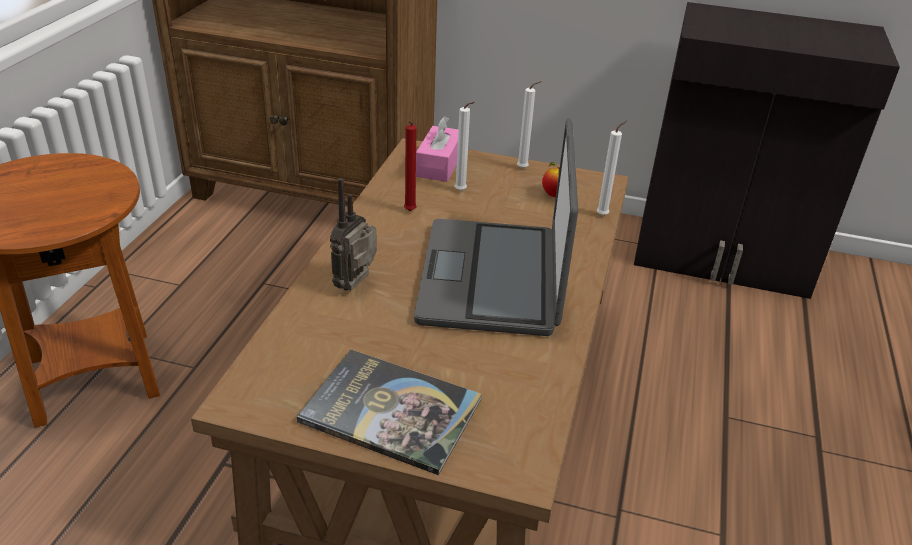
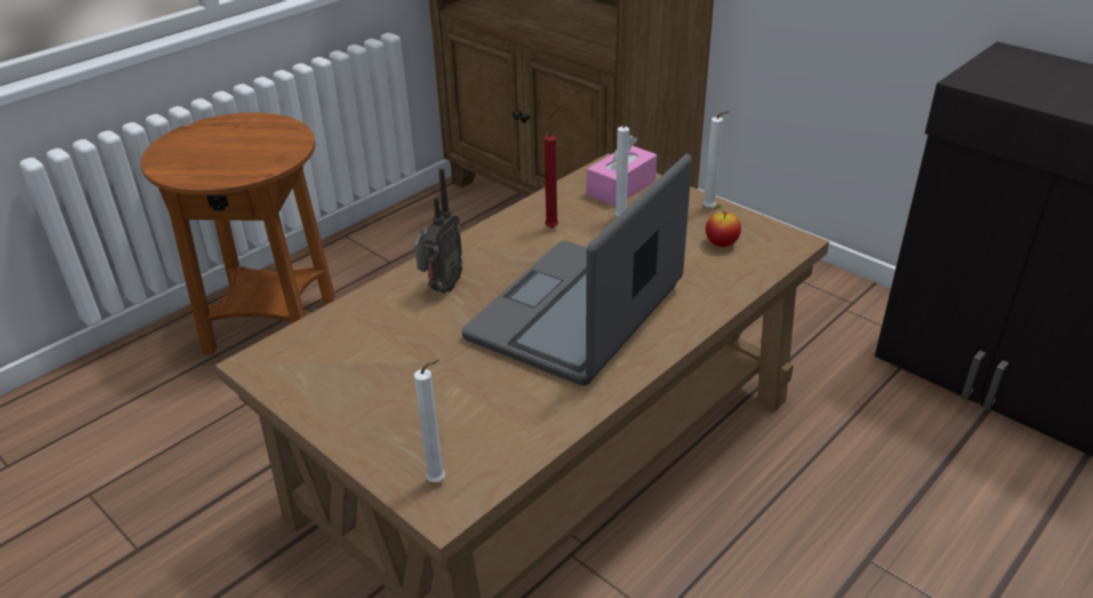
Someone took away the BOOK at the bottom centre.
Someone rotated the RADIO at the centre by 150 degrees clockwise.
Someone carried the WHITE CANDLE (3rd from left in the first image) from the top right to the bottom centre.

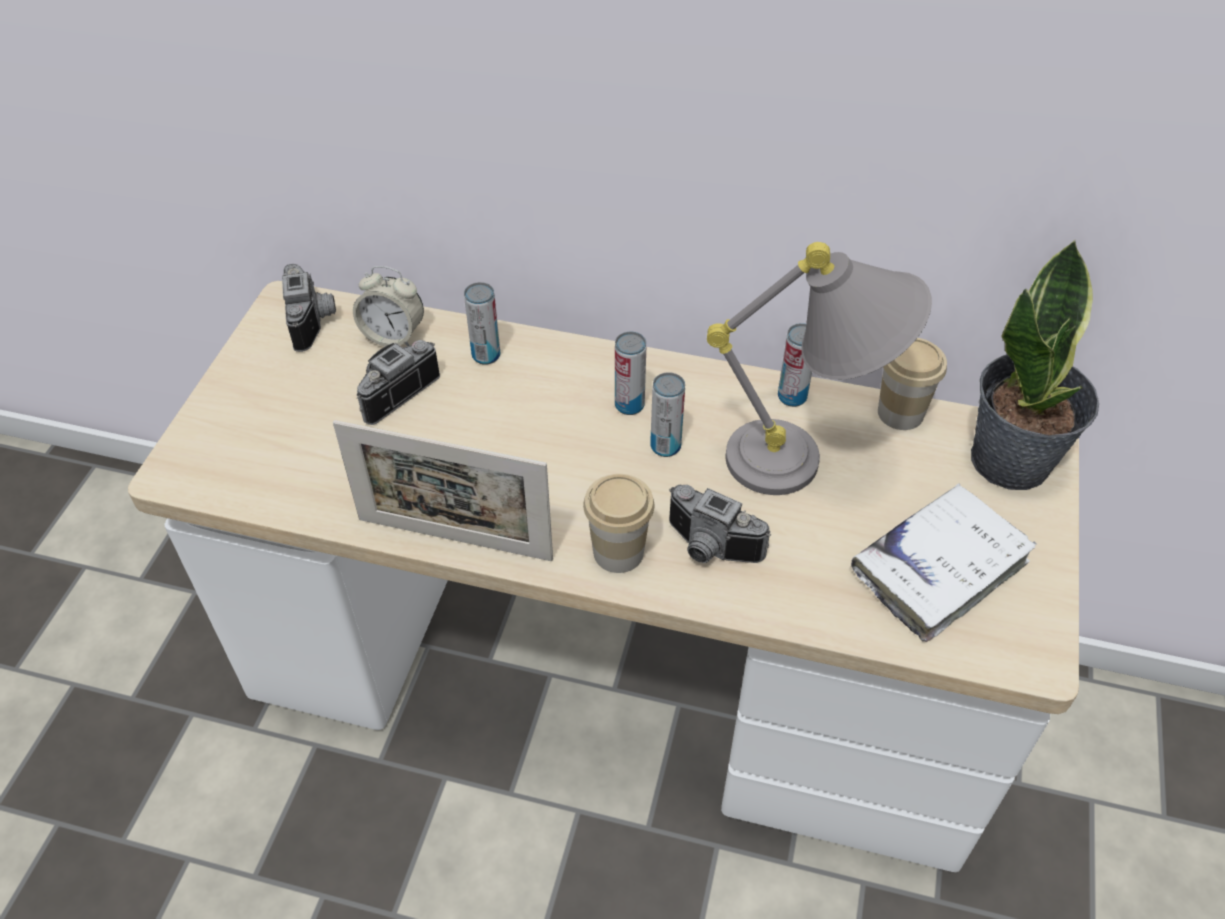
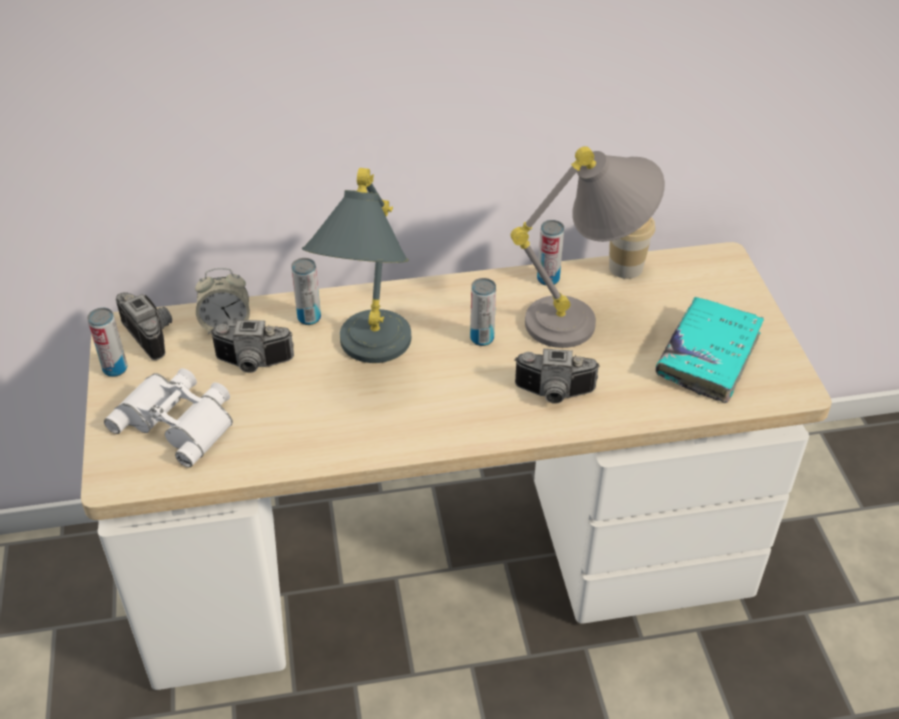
Someone took away the PICTURE FRAME at the centre.
Someone rotated the PHOTO CAMERA (2nd from left) at the middle left by 105 degrees counterclockwise.
Someone took away the CUP (1st from left) at the centre.
Someone carried the CAN (2nd from left in the first image) from the centre to the middle left.
Someone repainted the WHITE BOOK at the middle right, which became the TURQUOISE BOOK at the middle right.
Someone took away the POTTED PLANT at the middle right.
Someone put down the WHITE BINOCULARS at the middle left.
Someone put down the GREY TABLE LAMP (1st from left) at the centre.

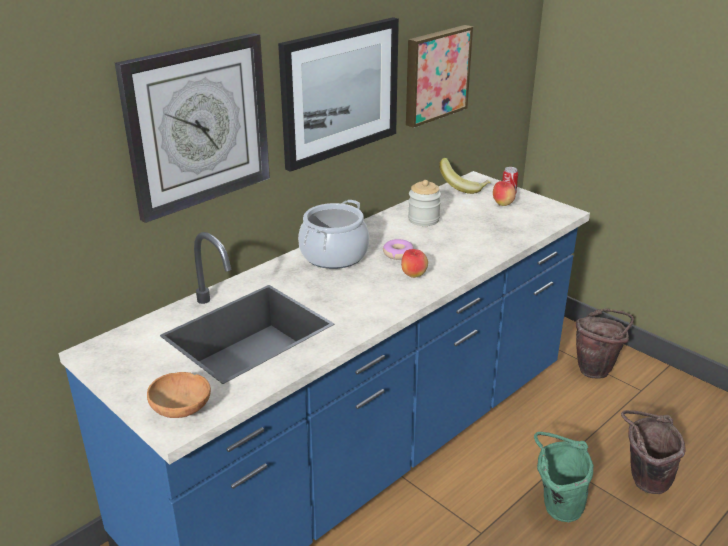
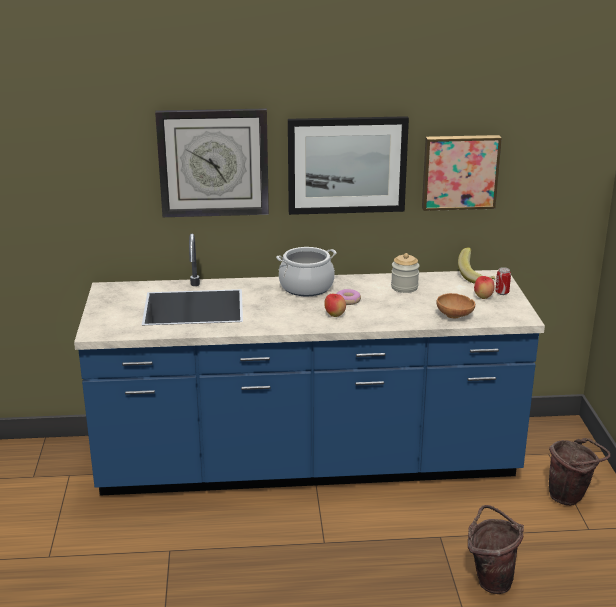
Someone carried the BROWN BOWL from the bottom left to the middle right.
Someone took away the GREEN BUCKET at the bottom right.

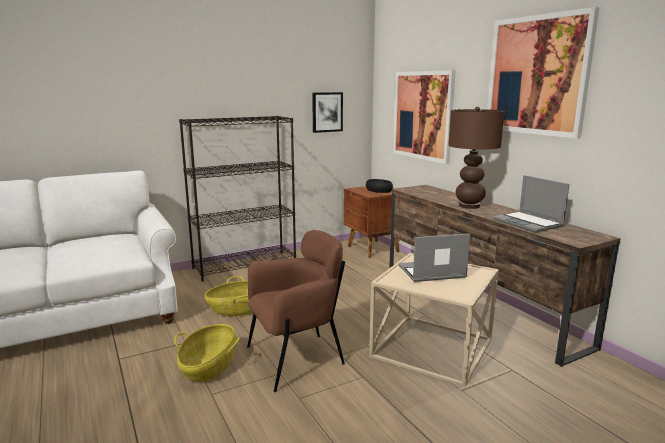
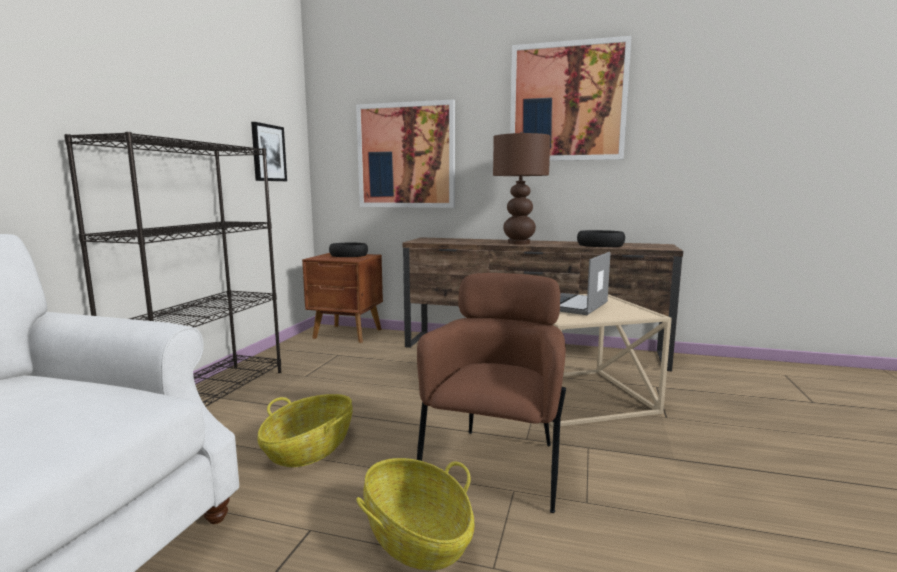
Someone swapped the LAPTOP (2nd from left) at the middle right for the BLACK BOWL (2nd from left) at the middle right.

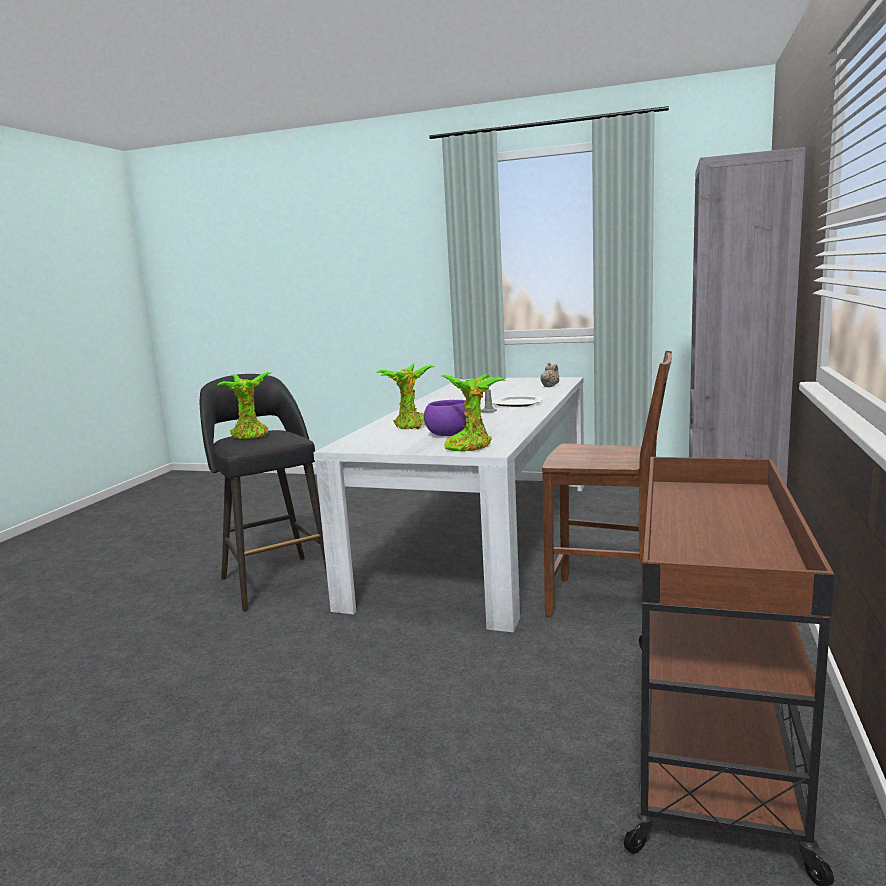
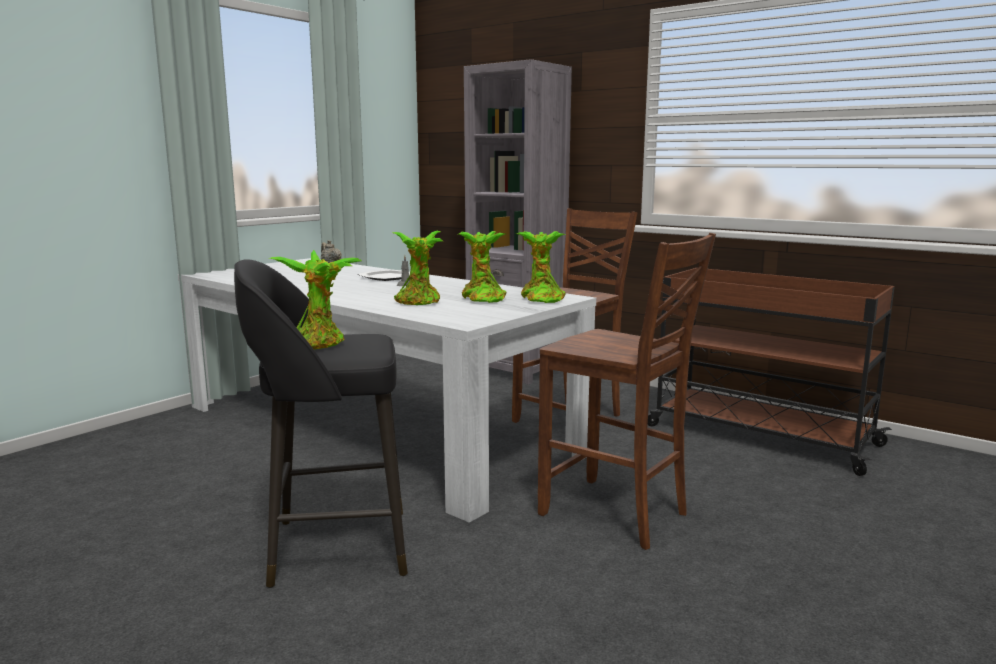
Someone swapped the PURPLE BOWL at the centre for the POTTED PLANT (3rd from left) at the centre.
Someone put down the BROWN CHAIR (2nd from left) at the centre.

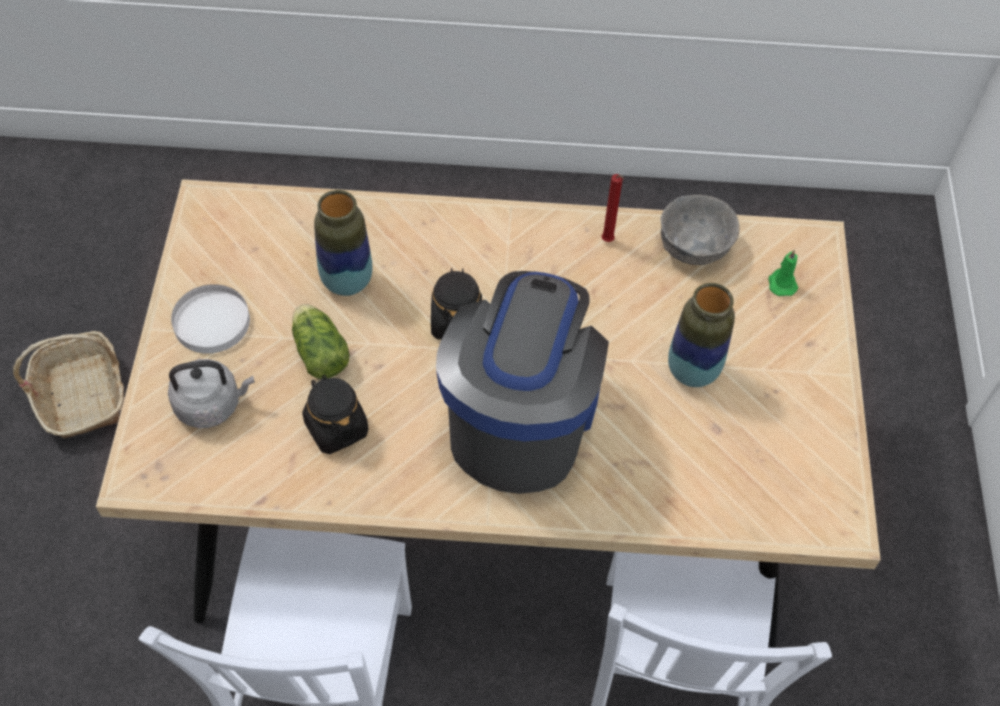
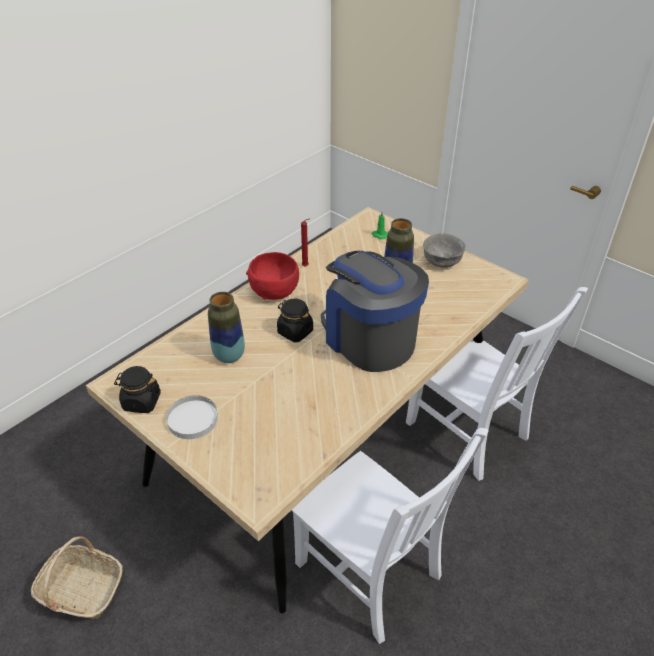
Someone took away the GREY KETTLE at the middle left.
Someone took away the LETTUCE at the middle left.
Someone carried the BLACK JAR (1st from left) from the centre to the middle left.
Someone carried the GREY BOWL from the top right to the middle right.
Someone put down the RED BOWL at the centre.

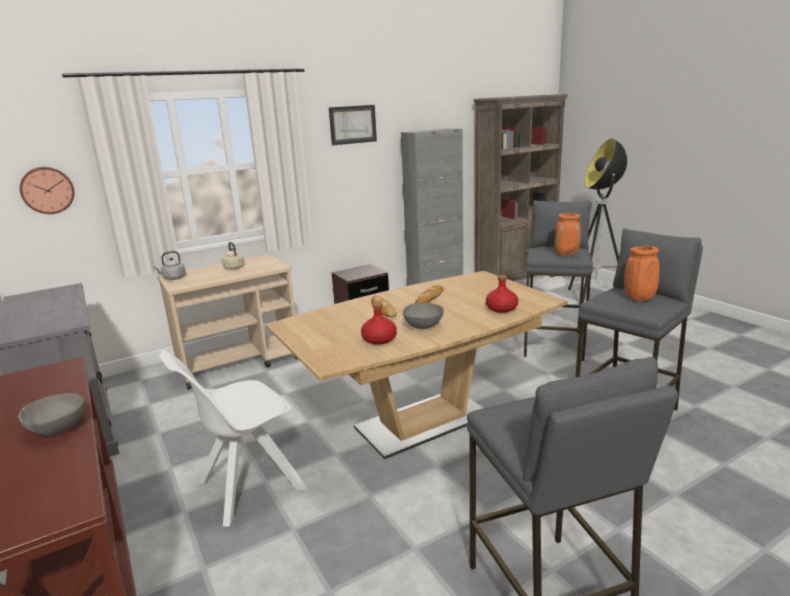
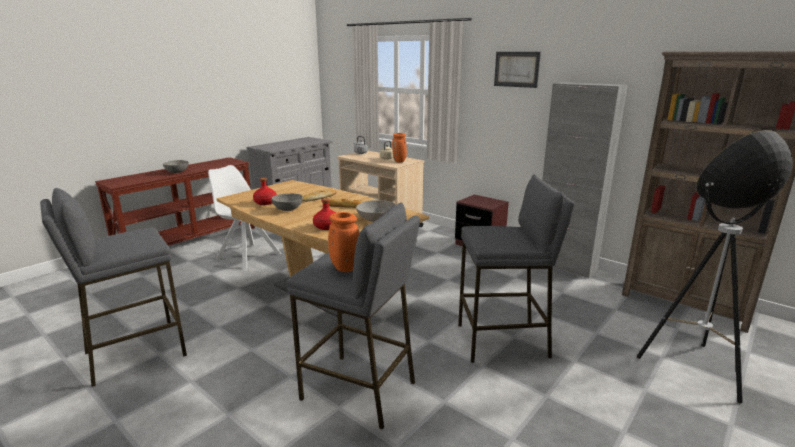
Someone took away the WALL CLOCK at the top left.
Someone carried the ORANGE VASE (1st from left in the first image) from the middle right to the top centre.
Someone put down the GREY BOWL (3rd from left) at the centre.

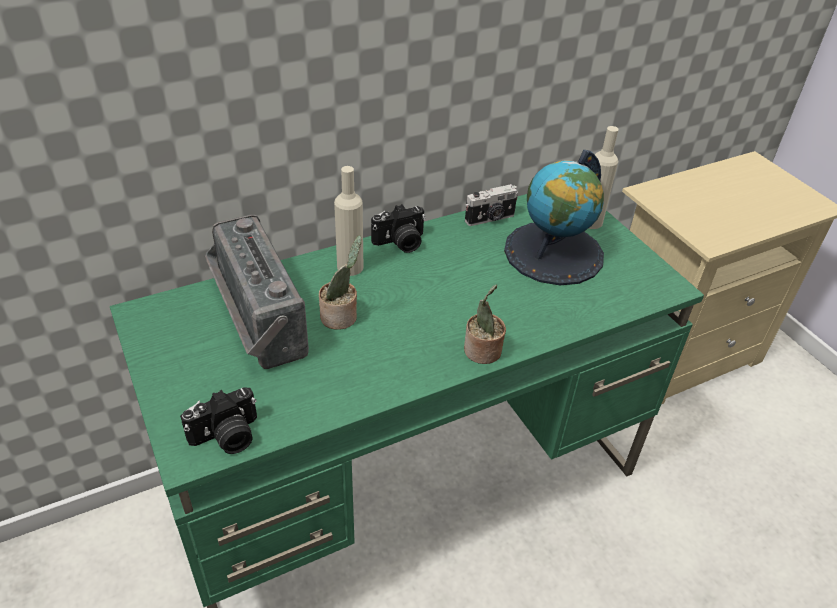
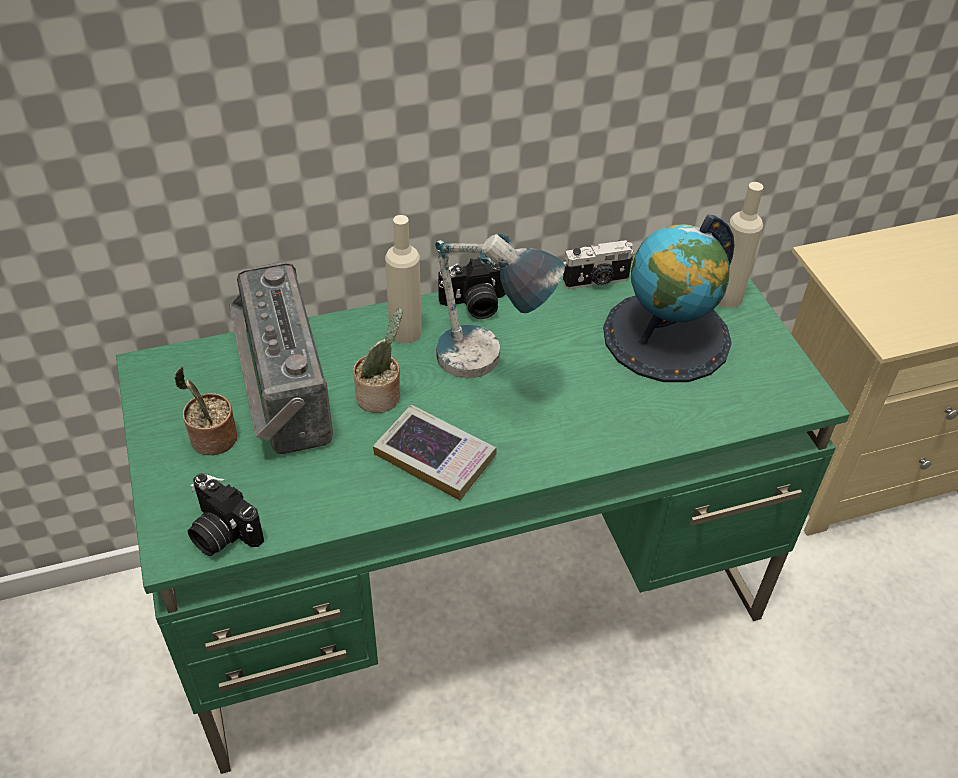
Someone rotated the PHOTO CAMERA (1st from left) at the bottom left by 60 degrees clockwise.
Someone carried the POTTED PLANT (2nd from left in the first image) from the centre to the middle left.
Someone put down the BOOK at the centre.
Someone put down the TABLE LAMP at the centre.

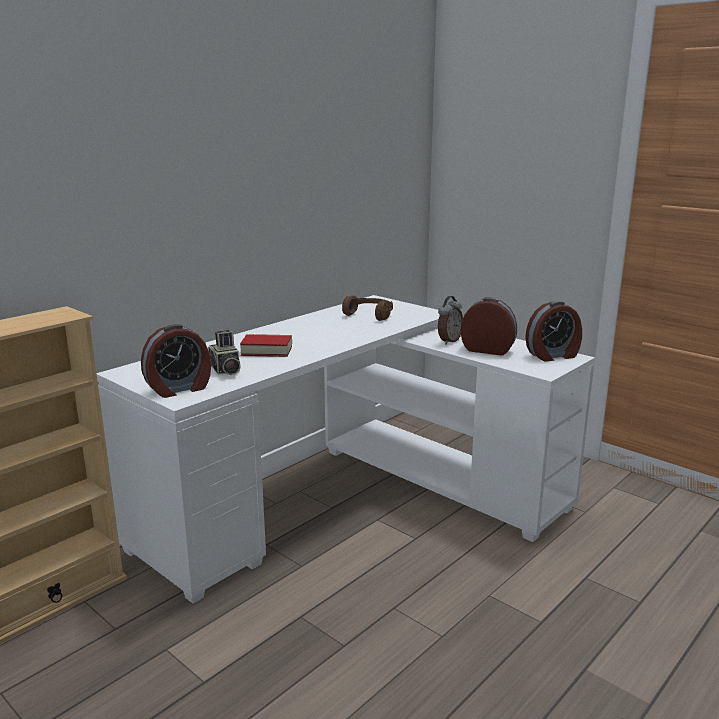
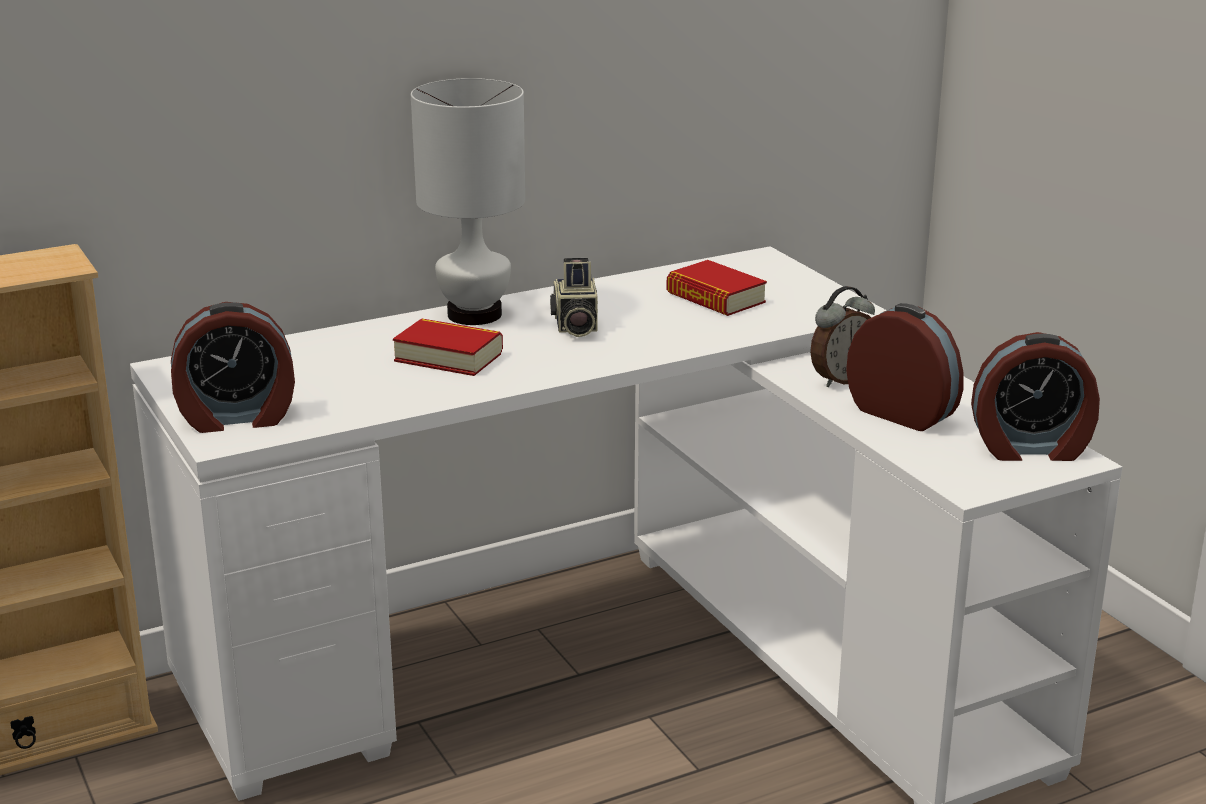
Someone carried the PHOTO CAMERA from the middle left to the centre.
Someone swapped the BROWN HEADPHONES at the centre for the BOOK (2nd from left) at the centre.
Someone put down the WHITE TABLE LAMP at the top centre.

